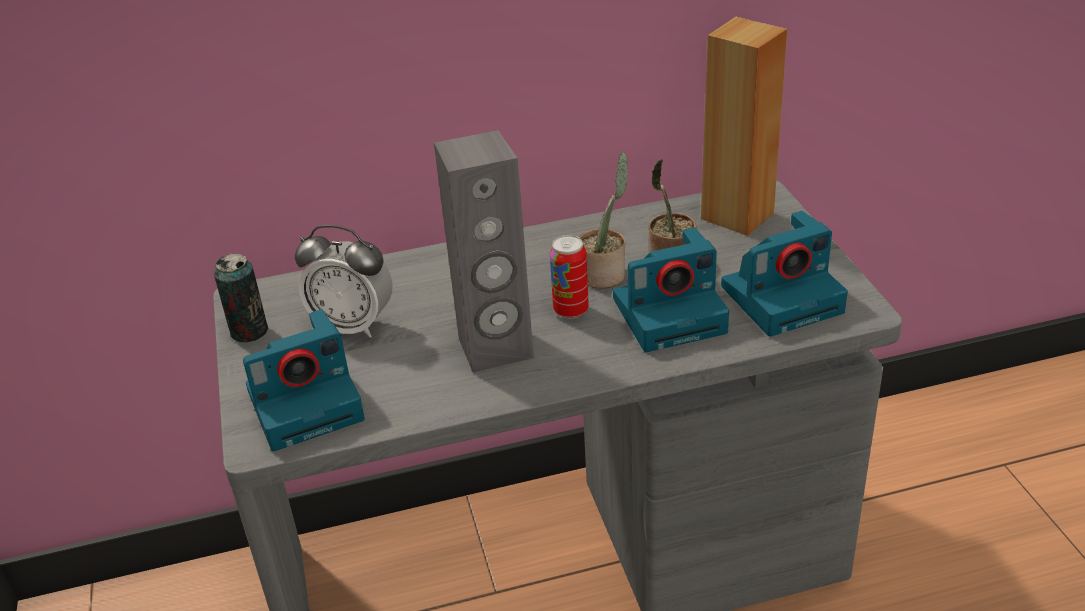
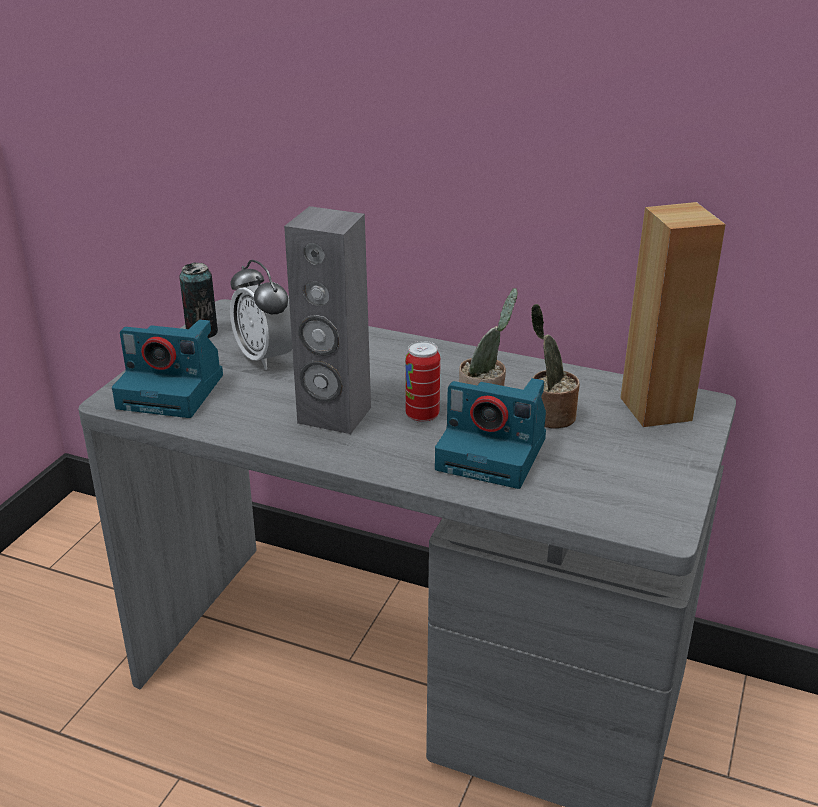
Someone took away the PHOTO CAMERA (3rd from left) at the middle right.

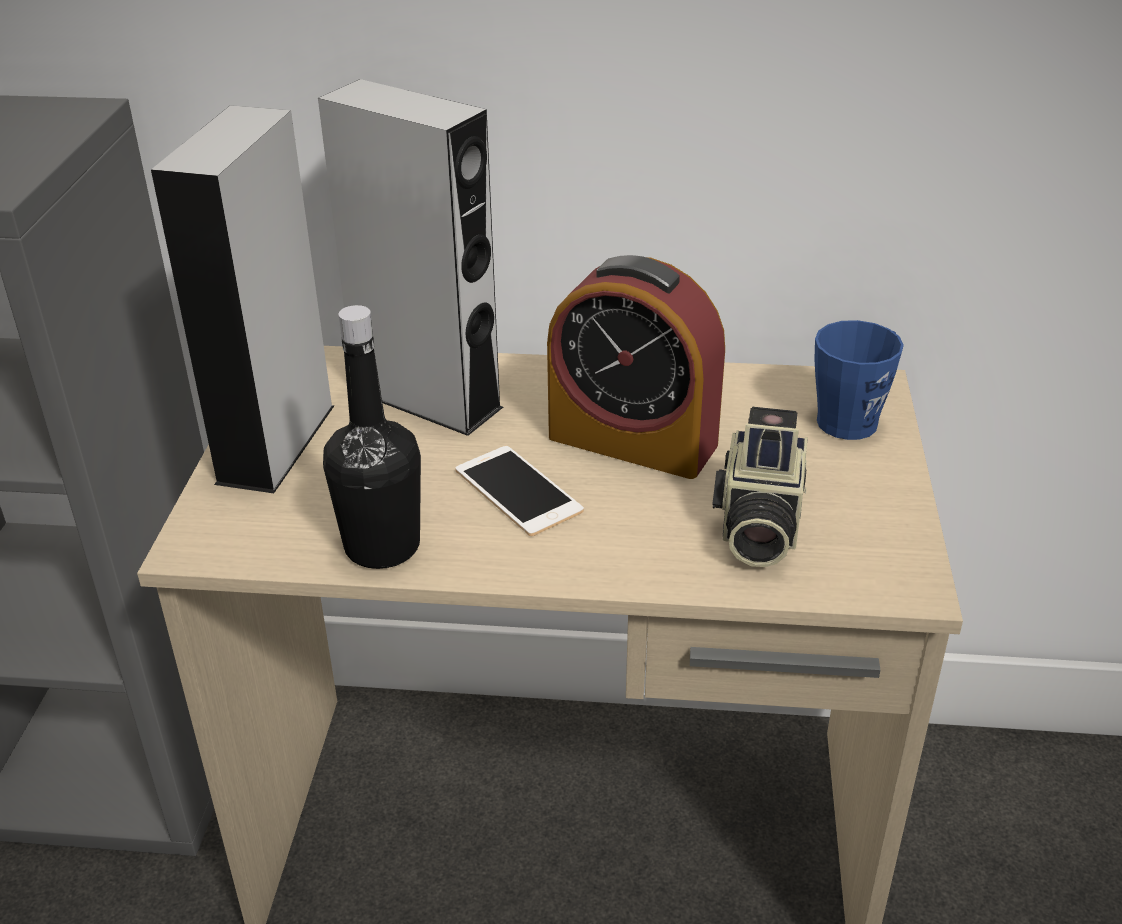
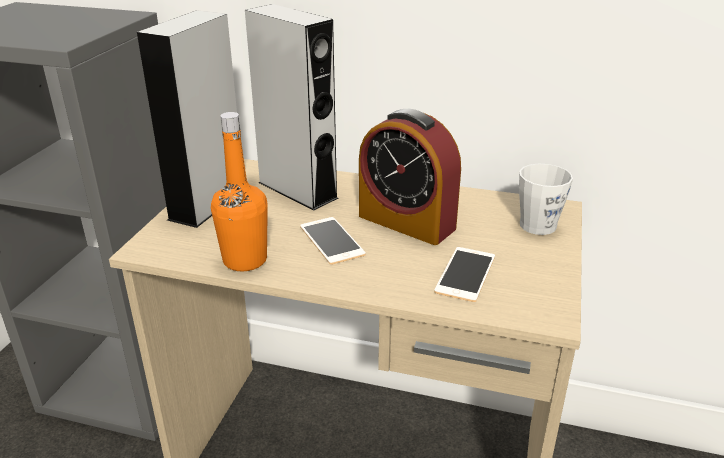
Someone repainted the BLACK BOTTLE at the middle left, which became the ORANGE BOTTLE at the middle left.
Someone swapped the PHOTO CAMERA at the middle right for the PHONE (2nd from left) at the centre.
Someone repainted the BLUE MUG at the middle right, which became the WHITE MUG at the middle right.

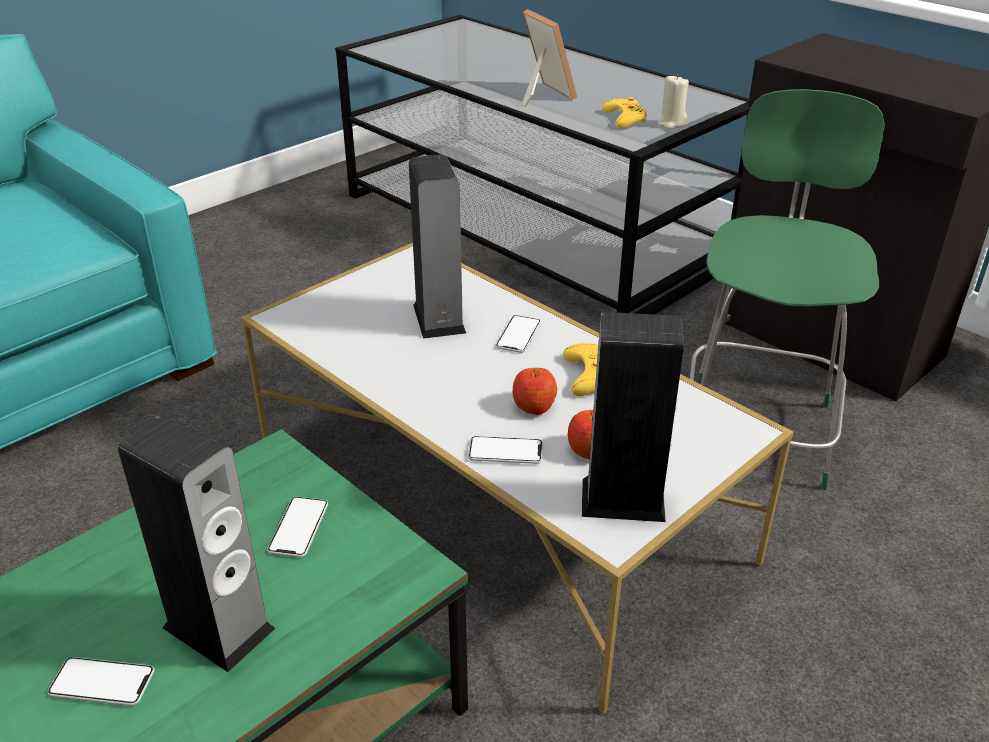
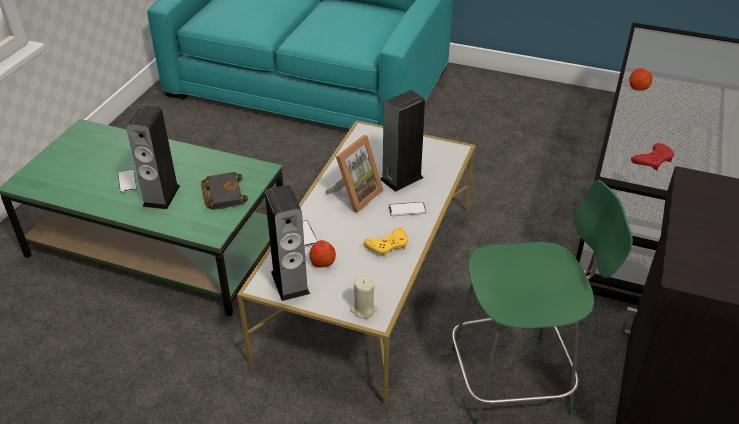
Someone swapped the PHONE (2nd from left) at the bottom left for the BLACK BOOK at the middle left.
Someone carried the APPLE (1st from left in the first image) from the centre to the top right.
Someone carried the PICTURE FRAME from the top centre to the centre.
Someone repainted the YELLOW GAME CONTROLLER (2nd from left) at the top centre, which became the RED GAME CONTROLLER at the middle right.
Someone carried the BEIGE CANDLE from the top right to the bottom centre.

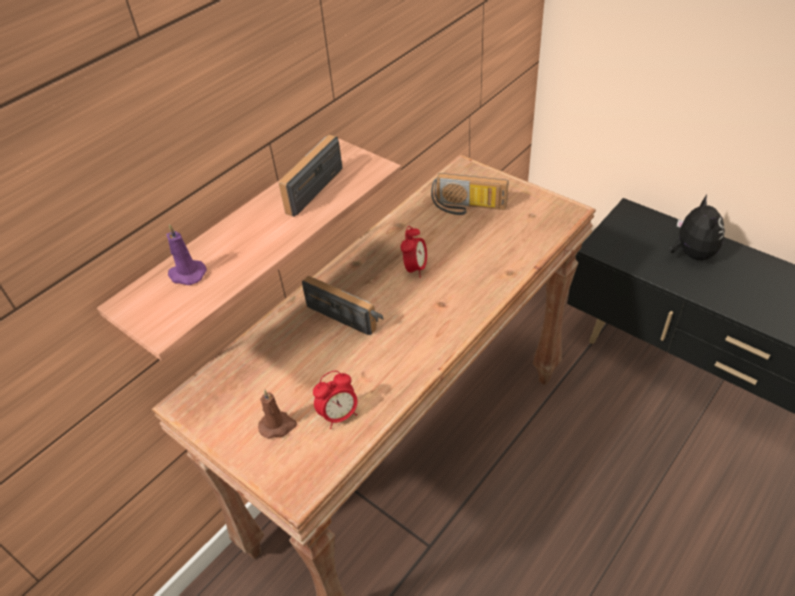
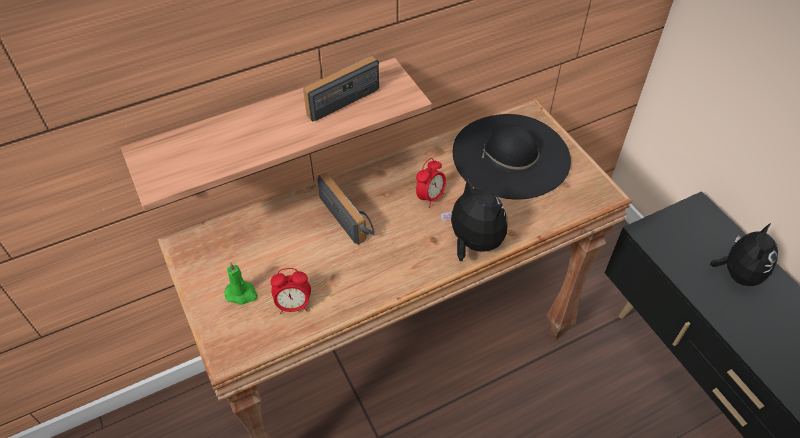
Someone took away the PURPLE CANDLE at the middle left.
Someone repainted the BROWN CANDLE at the bottom centre, which became the GREEN CANDLE at the middle left.
Someone swapped the RADIO (3rd from left) at the top centre for the BLACK HAT at the centre.
Someone put down the PLUSH TOY (1st from left) at the centre.

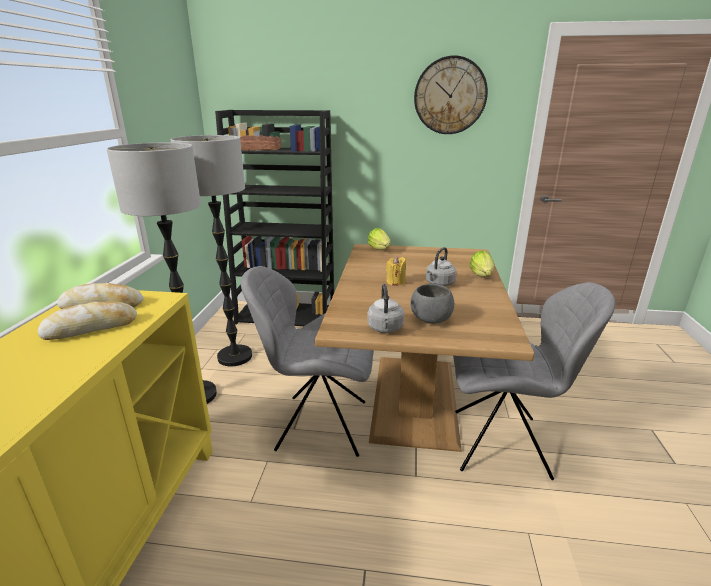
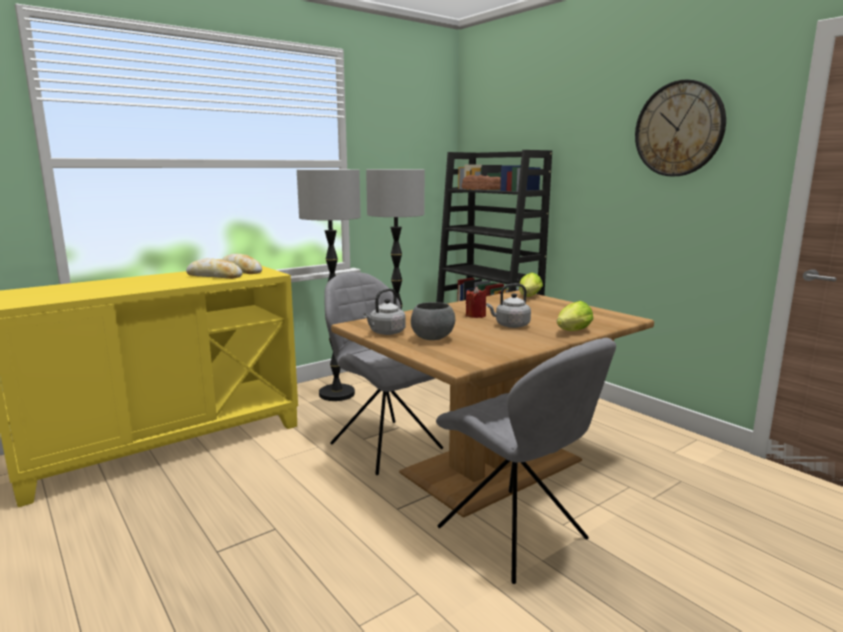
Someone repainted the YELLOW CANDLE at the centre, which became the RED CANDLE at the centre.

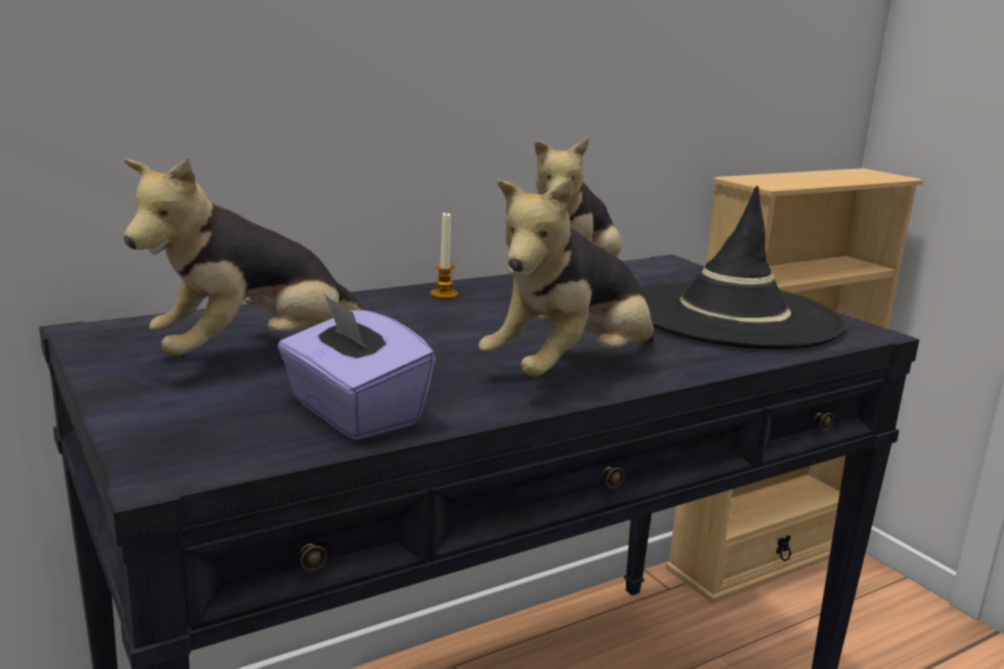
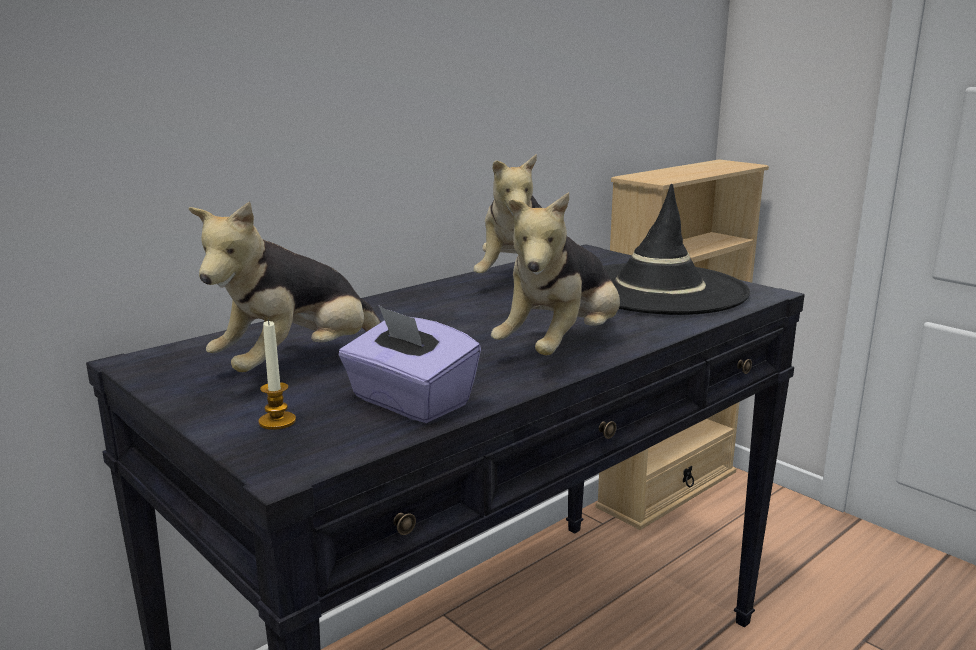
Someone carried the CANDLE from the centre to the middle left.

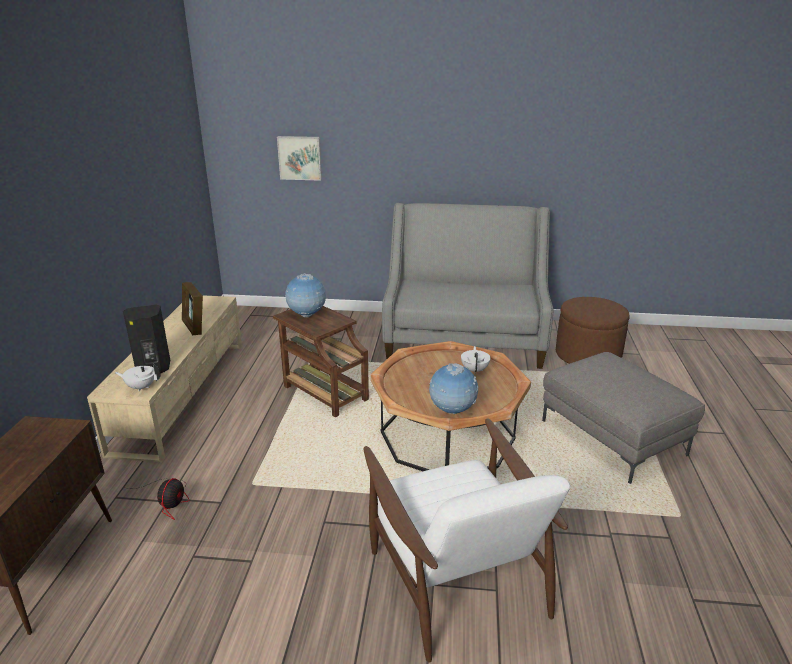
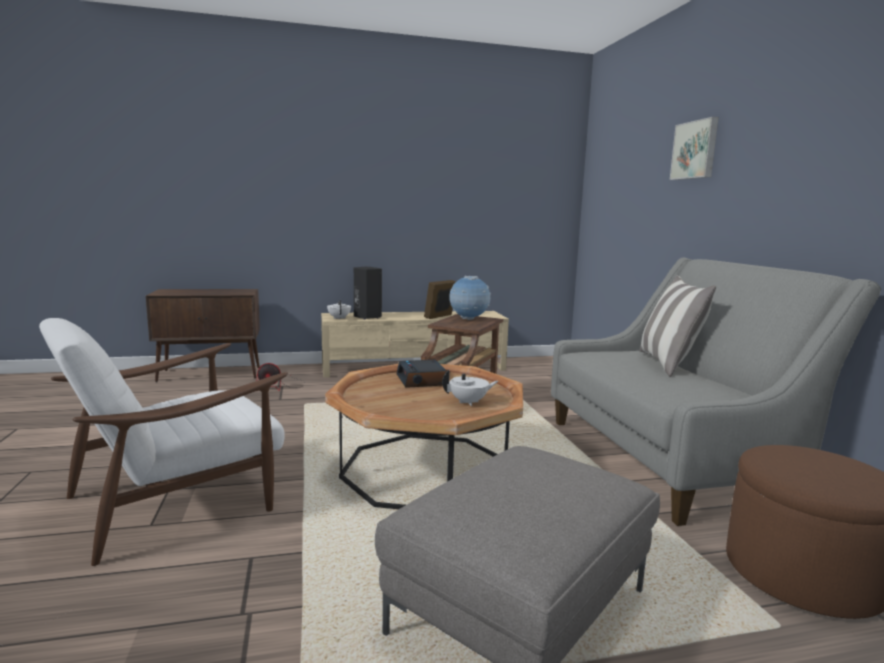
Someone carried the PICTURE from the top centre to the top right.
Someone took away the GLOBE (2nd from left) at the centre.
Someone put down the ALARM CLOCK at the centre.
Someone put down the PILLOW at the middle right.

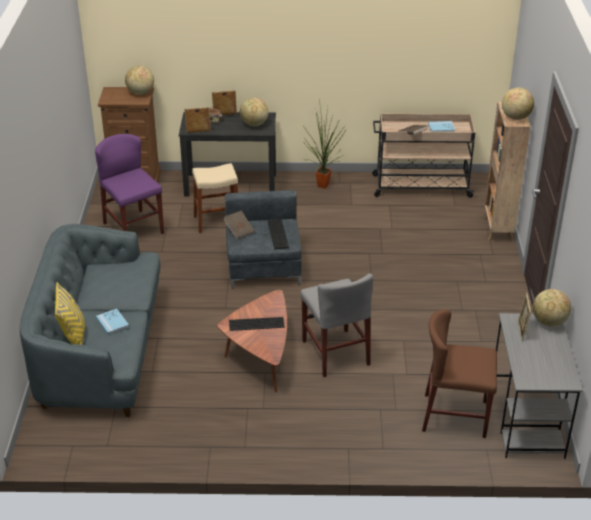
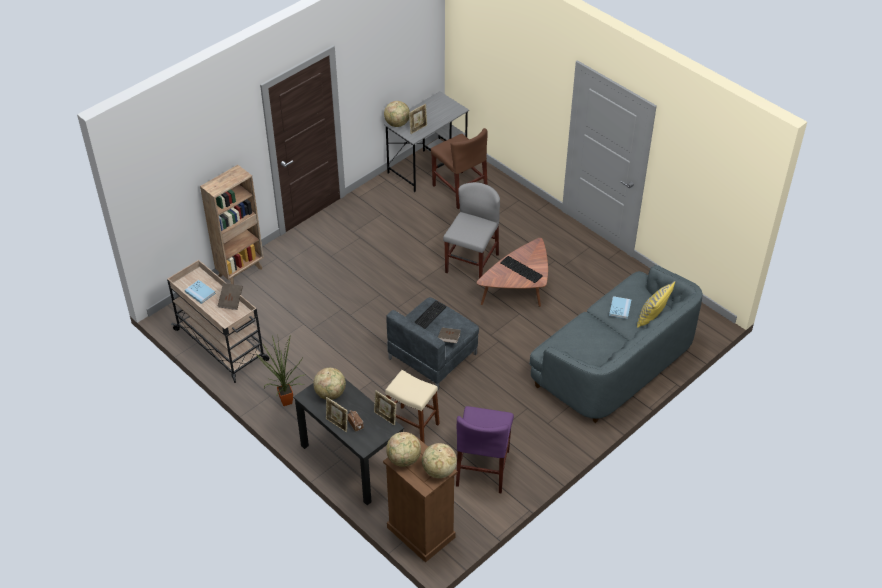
Someone carried the GLOBE (3rd from left in the first image) from the top right to the bottom centre.

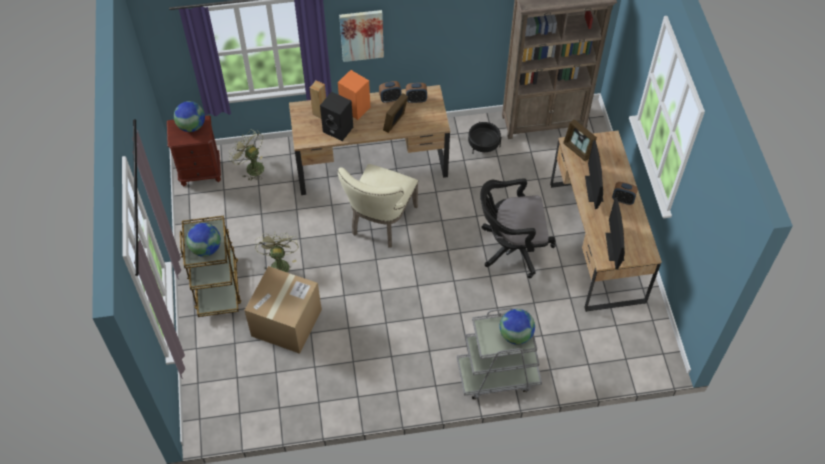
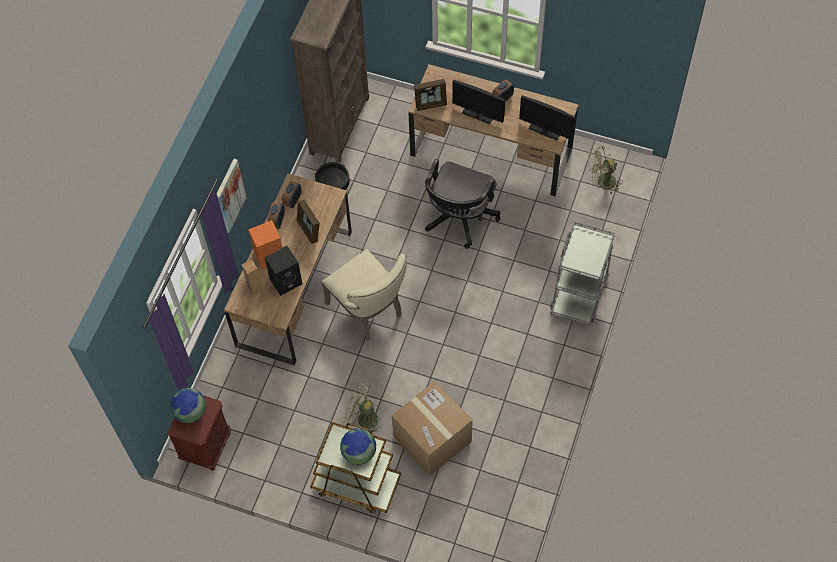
Someone carried the GREEN FAN (1st from left in the first image) from the middle left to the top right.
Someone took away the GLOBE (3rd from left) at the bottom centre.

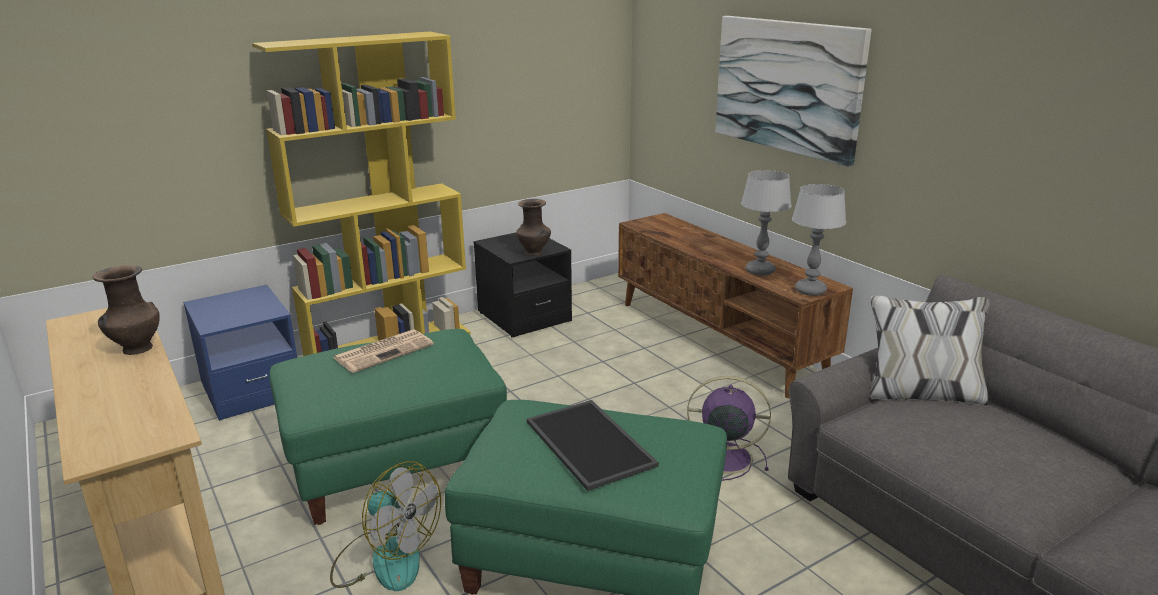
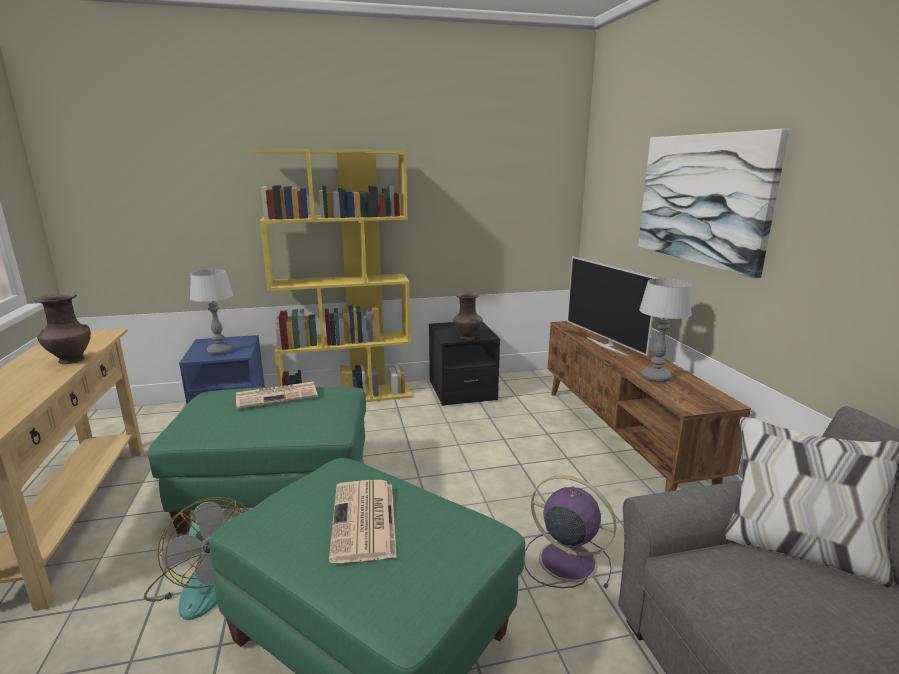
Someone swapped the TRAY at the bottom centre for the NEWSPAPER (2nd from left) at the bottom centre.
Someone carried the TABLE LAMP (2nd from left in the first image) from the middle right to the middle left.
Someone put down the TELEVISION at the middle right.

